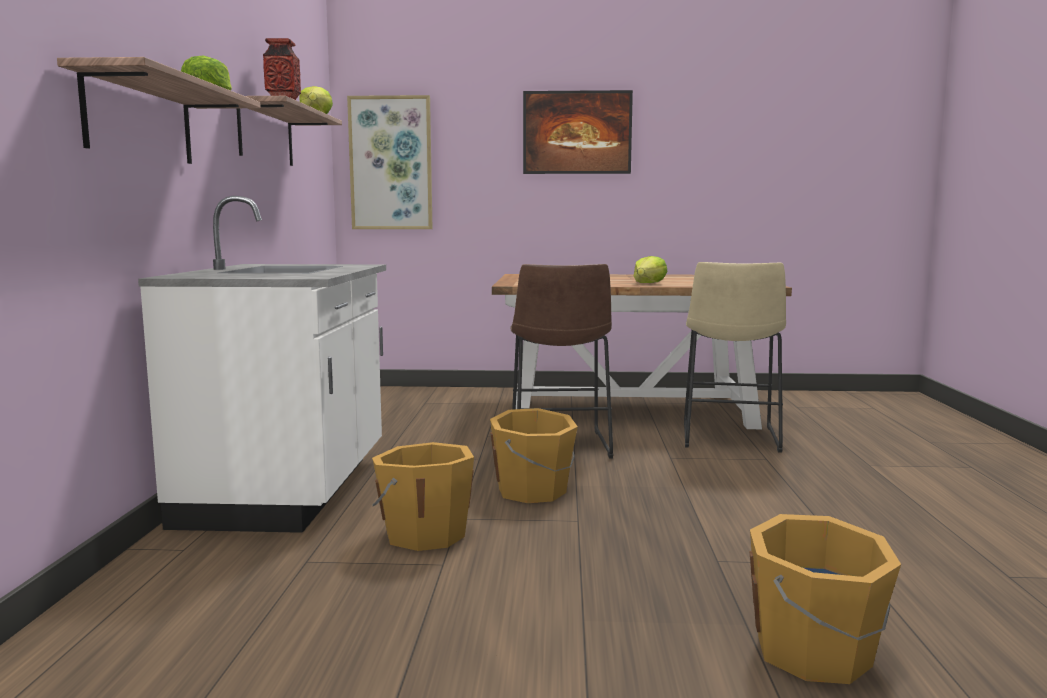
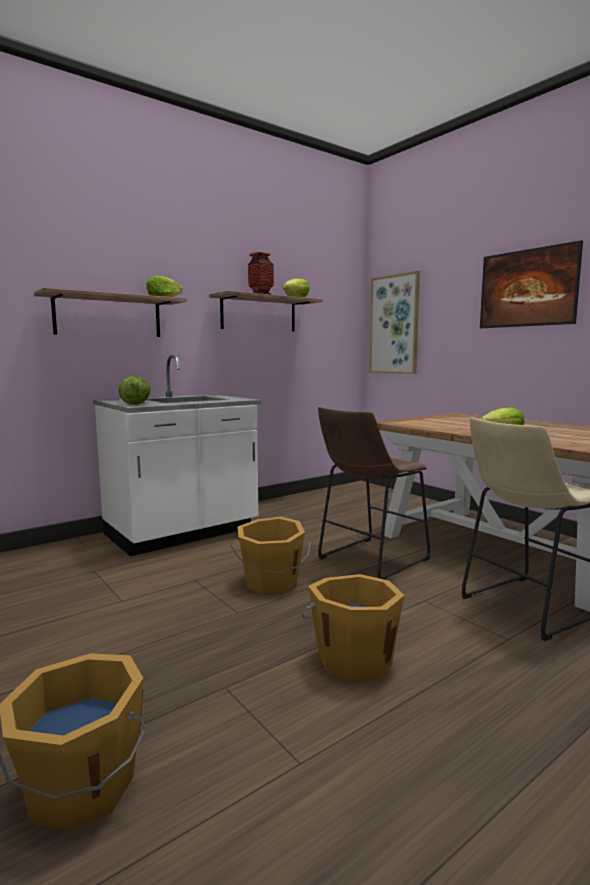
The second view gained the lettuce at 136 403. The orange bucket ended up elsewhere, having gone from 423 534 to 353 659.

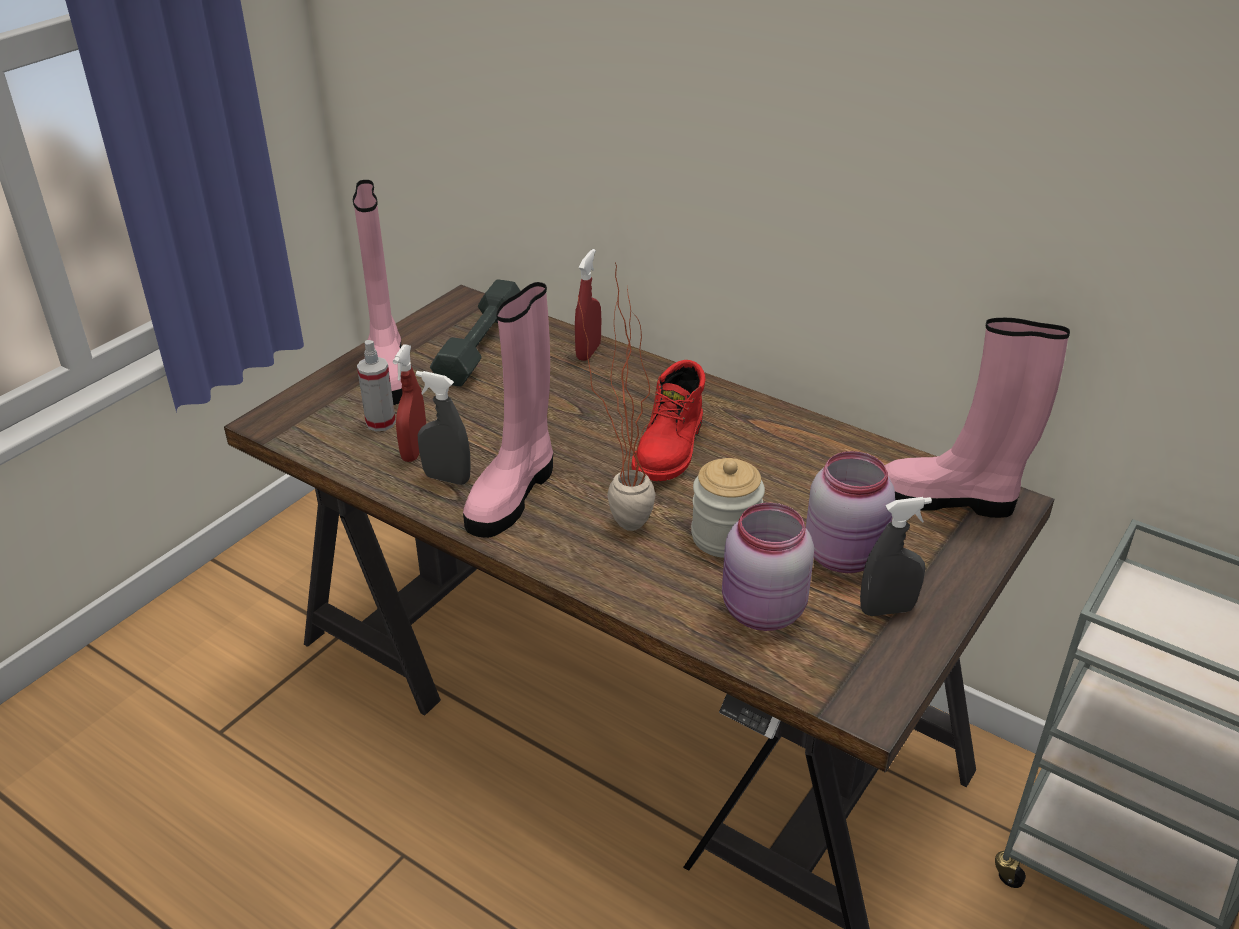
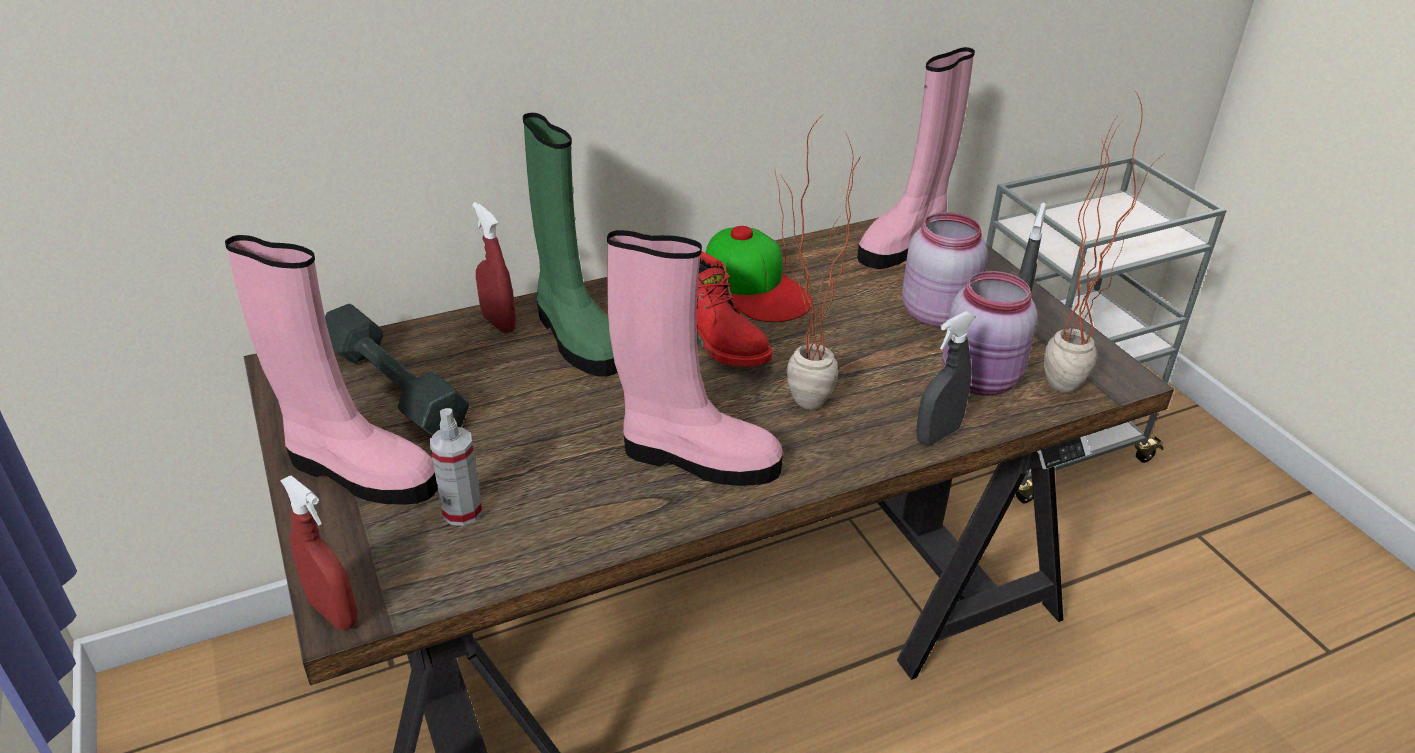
The second view lost the jar at 725 537. The second view gained the green tall boot at 576 337. The second view gained the baseball cap at 756 286. The second view gained the houseplant at 1067 379. The red hand sprayer ended up elsewhere, having gone from 414 451 to 333 612. The grey hand sprayer ended up elsewhere, having gone from 447 478 to 937 435. The pink tall boot at 513 494 ended up facing another way, 45 degrees counterclockwise from before.

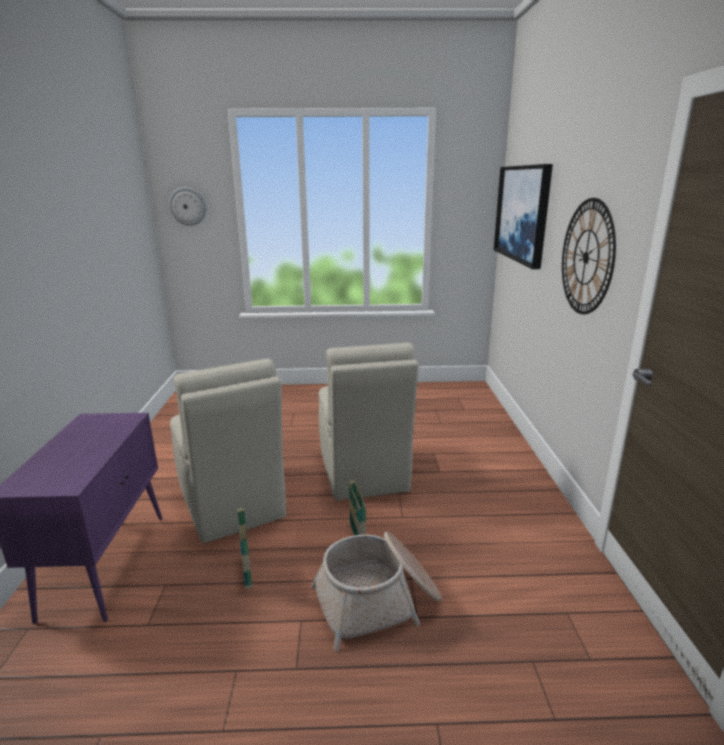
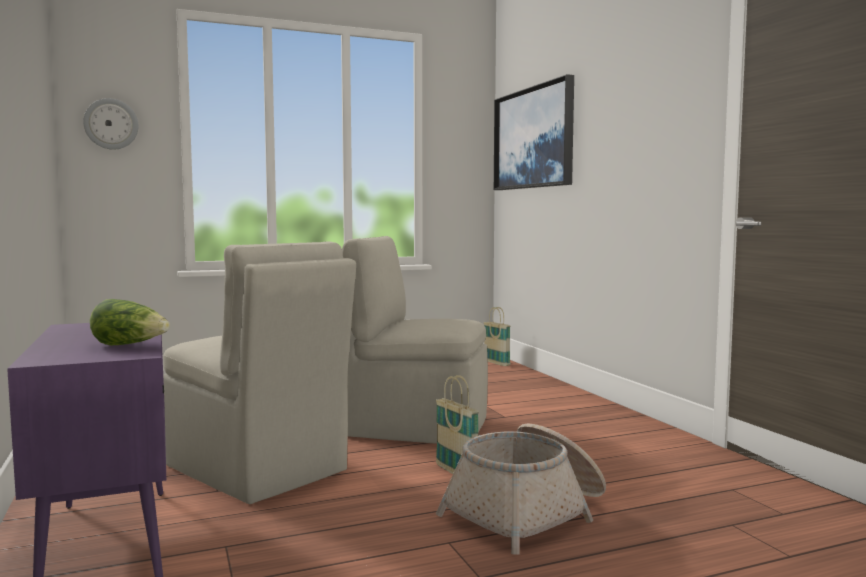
The second view lost the hanging clock at 586 257. The second view gained the lettuce at 131 345. The basket ended up elsewhere, having gone from 247 571 to 496 363. The sand-coloured chair at 363 472 ended up facing another way, 135 degrees clockwise from before.

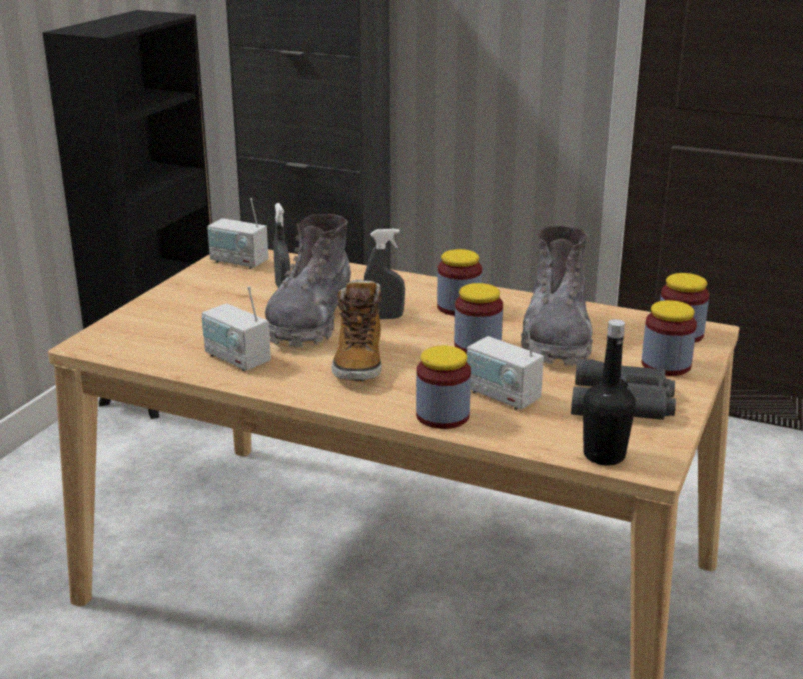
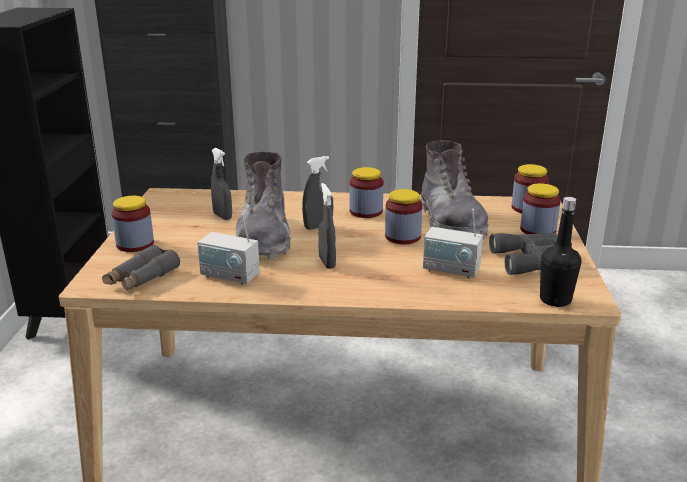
The second view lost the radio set at 239 262. The second view gained the grey pair of binoculars at 142 278. The jar ended up elsewhere, having gone from 442 416 to 135 244. Where the tall boot stood at 358 362, the grey hand sprayer came to stand at 327 263.

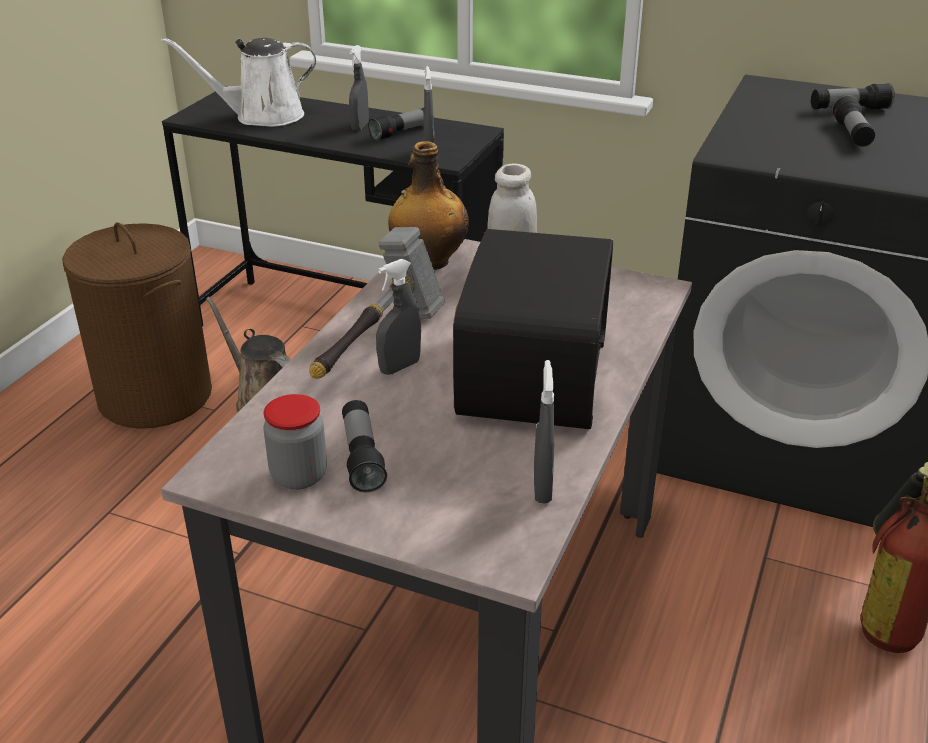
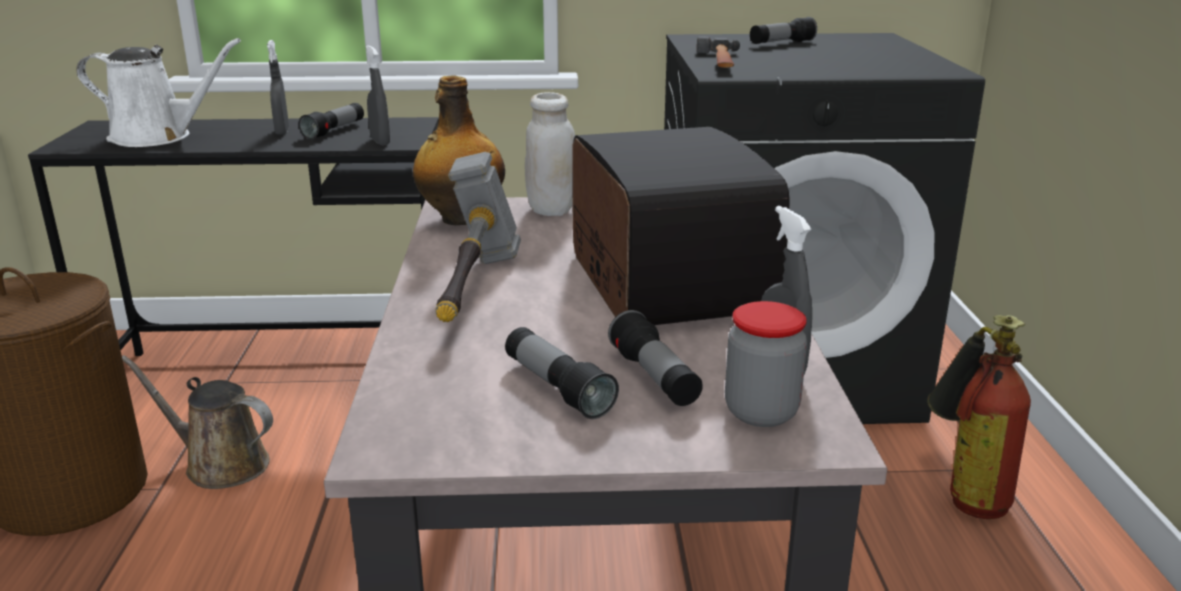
The second view lost the grey hand sprayer at 399 367. The second view gained the hammer at 719 62. The jar ended up elsewhere, having gone from 299 476 to 761 412. The torch ended up elsewhere, having gone from 851 134 to 654 378. The white watering can at 262 116 ended up facing another way, 135 degrees counterclockwise from before.

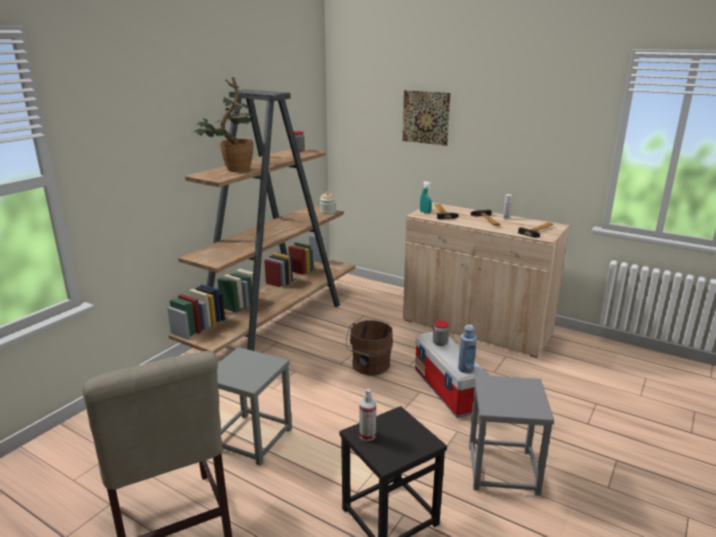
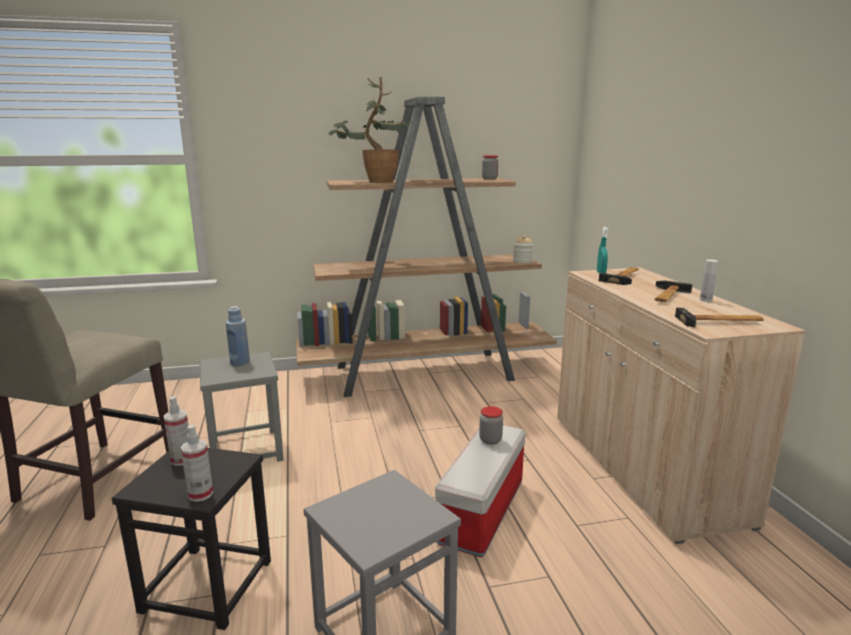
The second view lost the brown bucket at 369 365. The second view lost the wall picture at 425 117. The second view gained the hand sprayer at 200 494. The blue-coloured beverage bottle ended up elsewhere, having gone from 465 369 to 240 362.

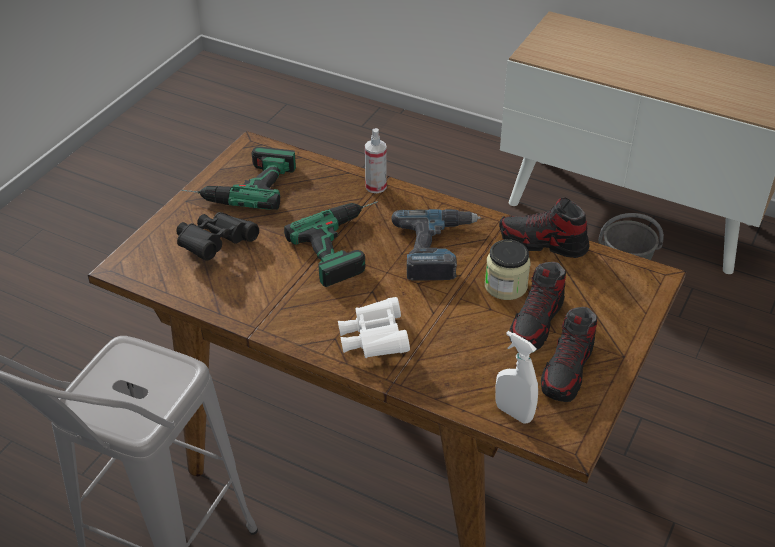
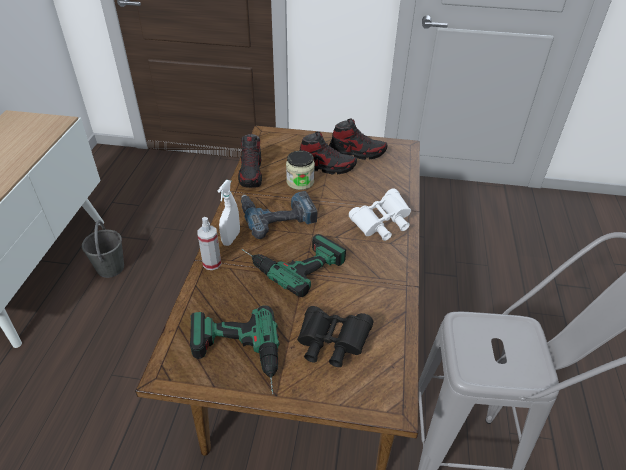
The white hand sprayer ended up elsewhere, having gone from 513 413 to 231 238.

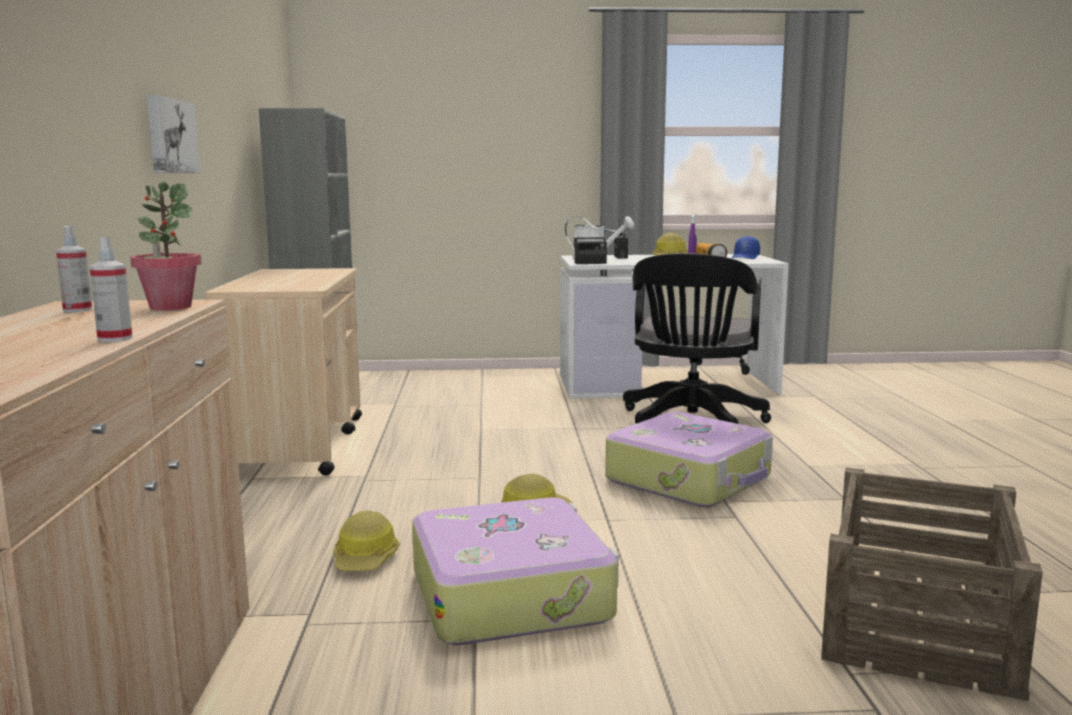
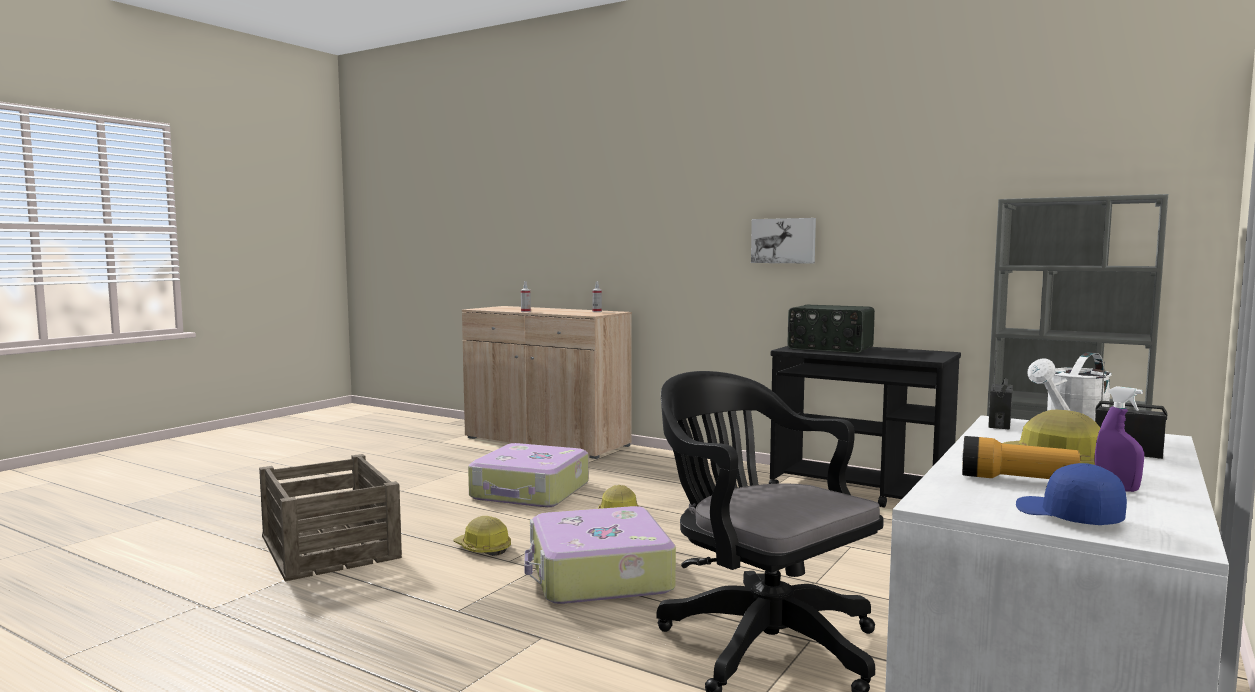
The second view lost the houseplant at 170 307. The second view gained the radio set at 830 348. The hard hat ended up elsewhere, having gone from 366 559 to 482 548. What was the sand-coloured wheeled cart at 299 444 turned into the blackish wheeled cart at 861 492.

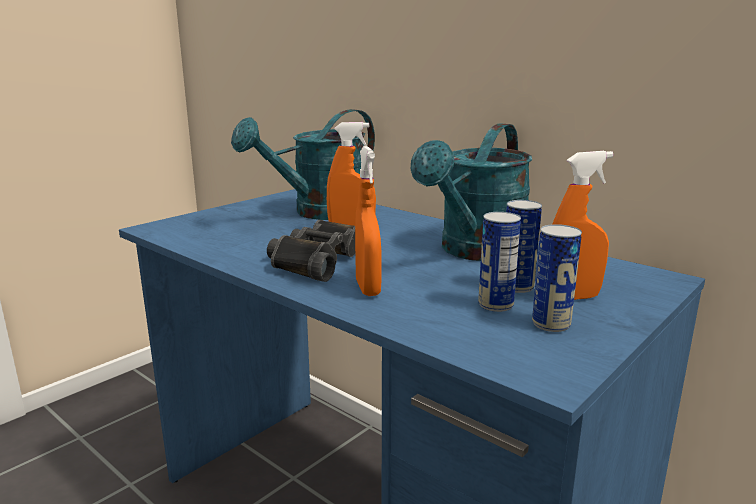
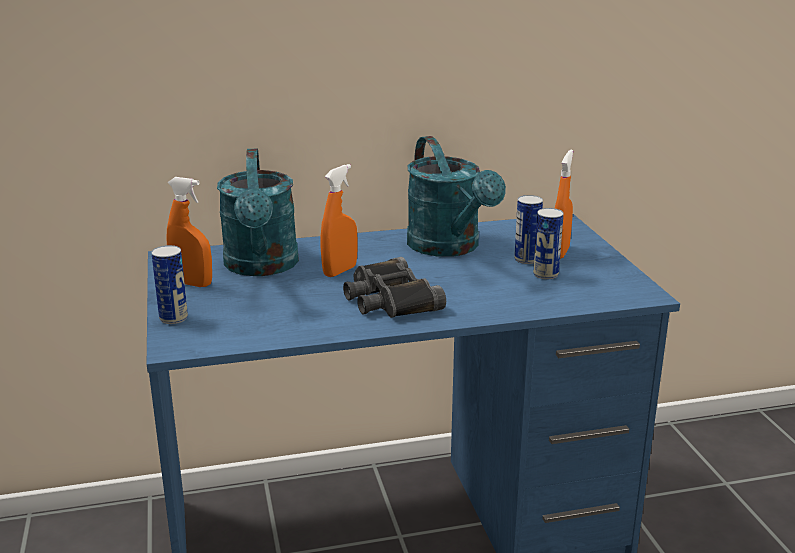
The orange hand sprayer ended up elsewhere, having gone from 368 288 to 192 283. The sealed can ended up elsewhere, having gone from 551 324 to 173 318.

